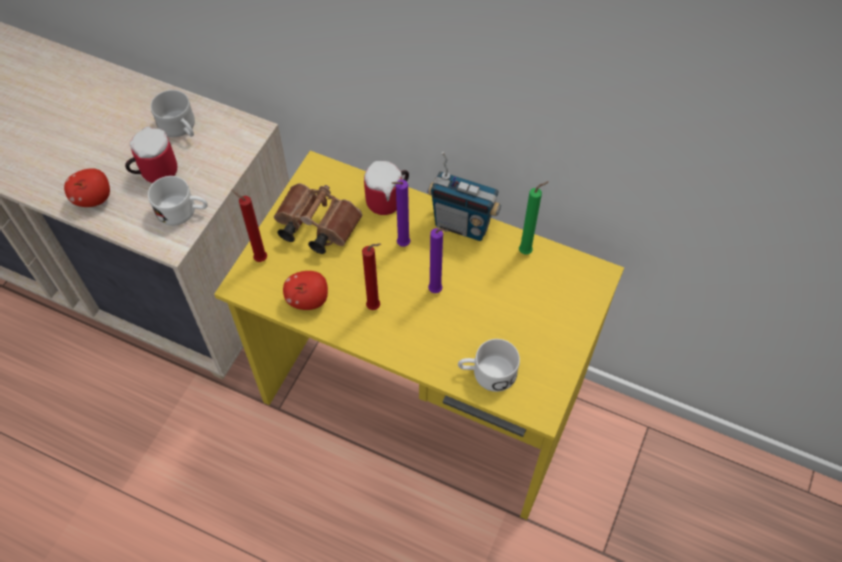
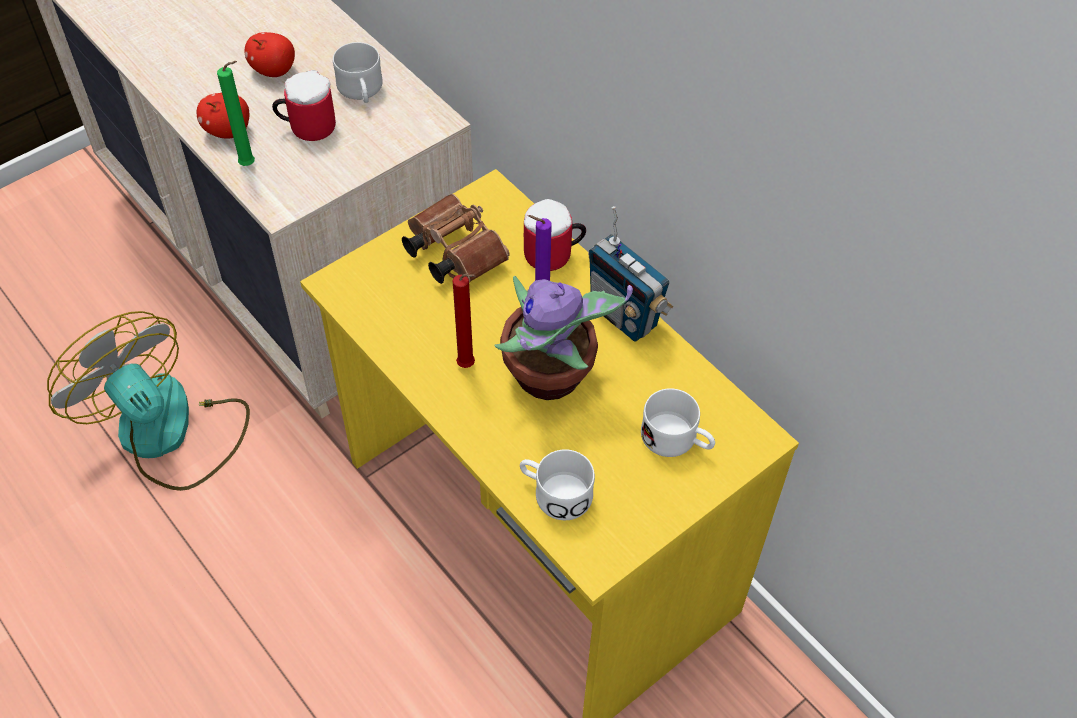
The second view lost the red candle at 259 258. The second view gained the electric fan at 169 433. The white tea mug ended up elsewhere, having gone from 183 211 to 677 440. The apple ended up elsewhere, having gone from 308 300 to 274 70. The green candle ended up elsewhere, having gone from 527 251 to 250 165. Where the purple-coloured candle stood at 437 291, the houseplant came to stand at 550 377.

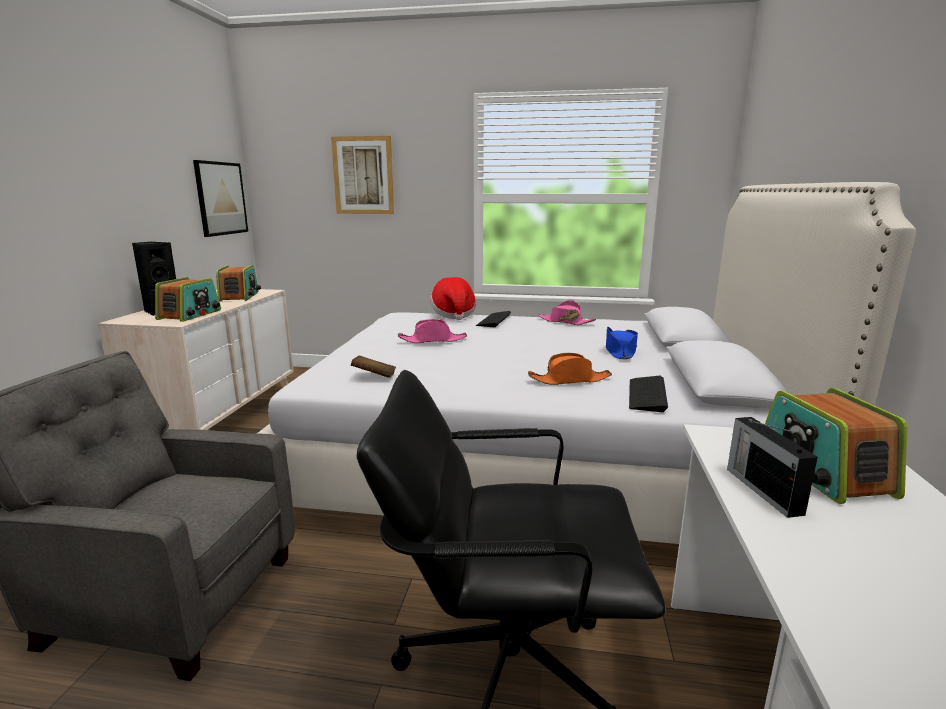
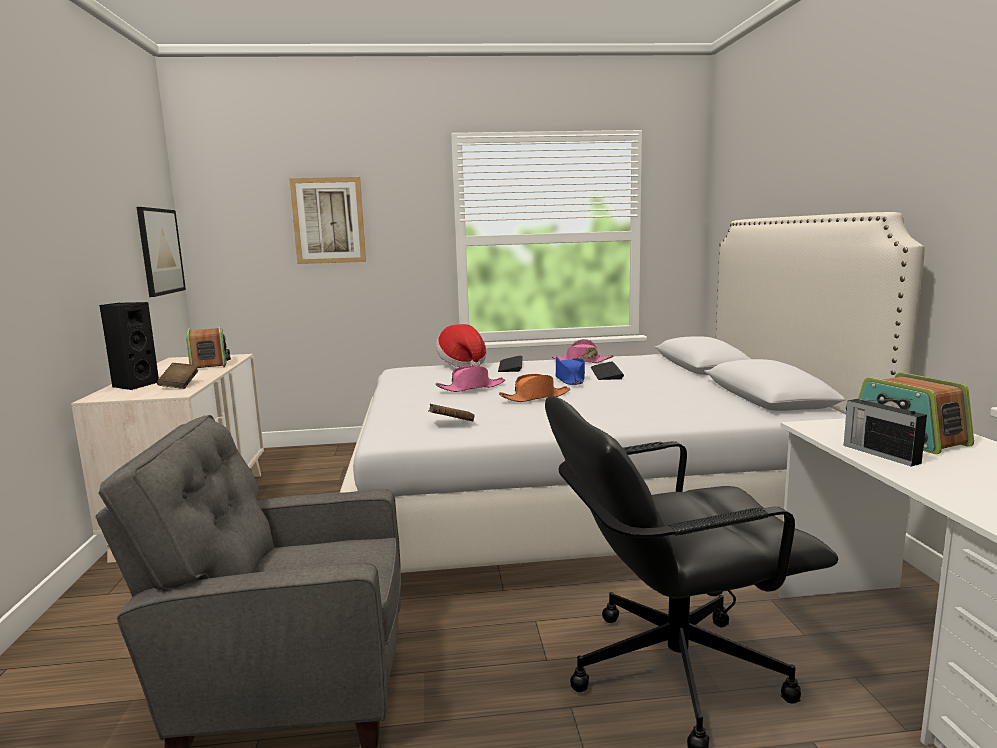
The orange wearable hat ended up elsewhere, having gone from 570 380 to 535 397. The blue-coloured wearable hat ended up elsewhere, having gone from 620 351 to 569 379. The computer keyboard ended up elsewhere, having gone from 647 395 to 606 372. Where the radio set stood at 190 315, the brown book came to stand at 179 385.

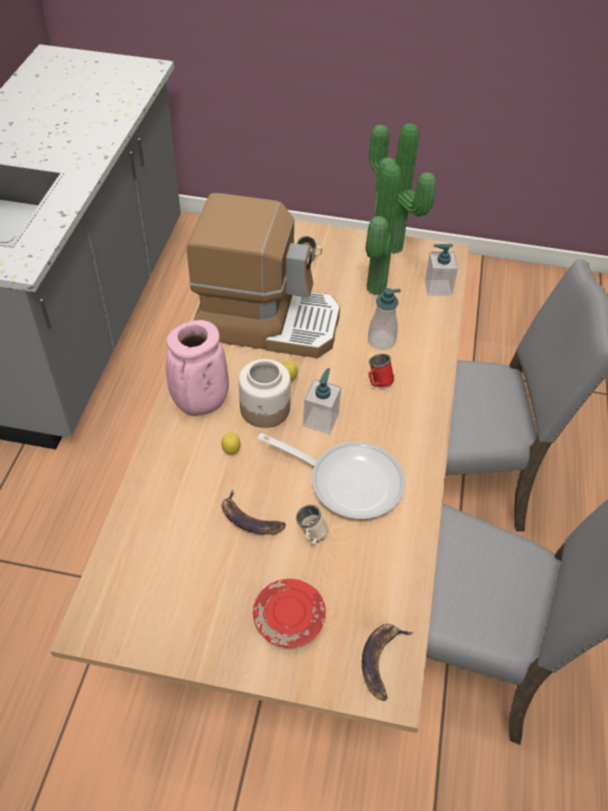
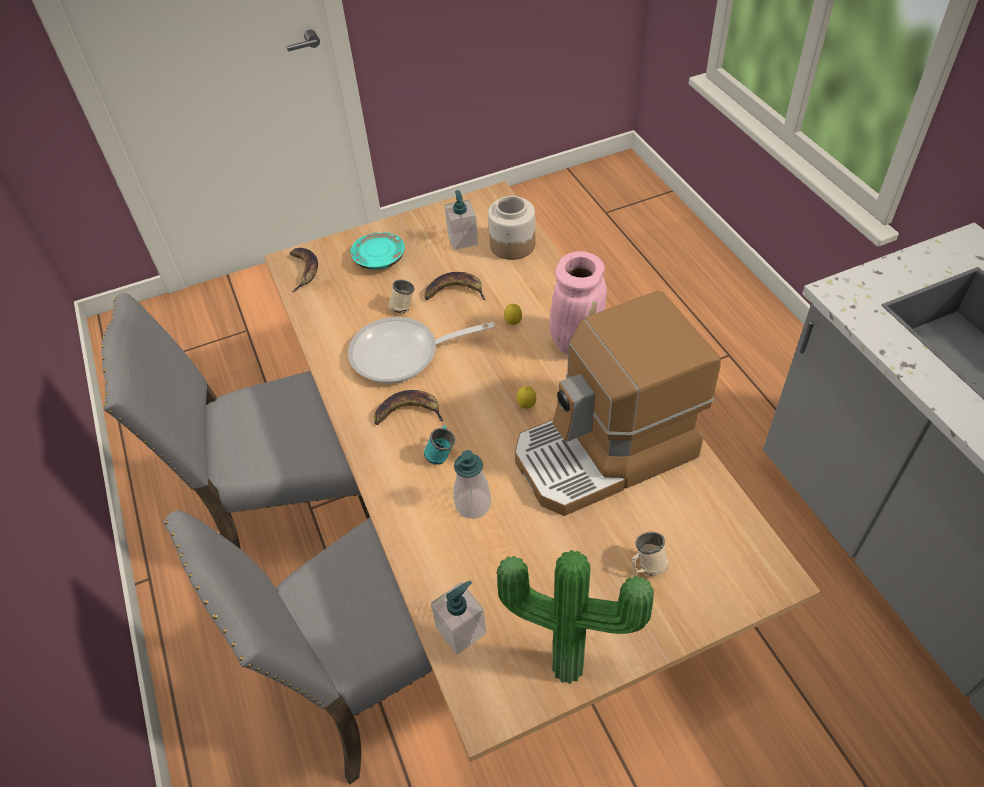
The second view lost the houseplant at 372 288. The second view gained the banana at 408 412. The jar ended up elsewhere, having gone from 265 409 to 512 245. The soap dispenser ended up elsewhere, having gone from 321 420 to 463 240. What was the red plate at 289 619 turned into the turquoise plate at 379 258. What was the red tea mug at 377 382 turned into the turquoise tea mug at 441 453.

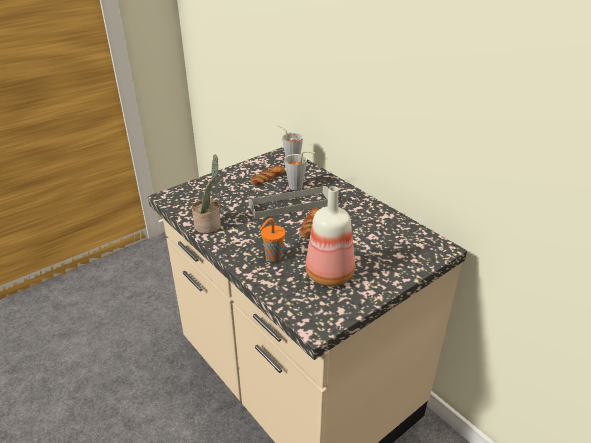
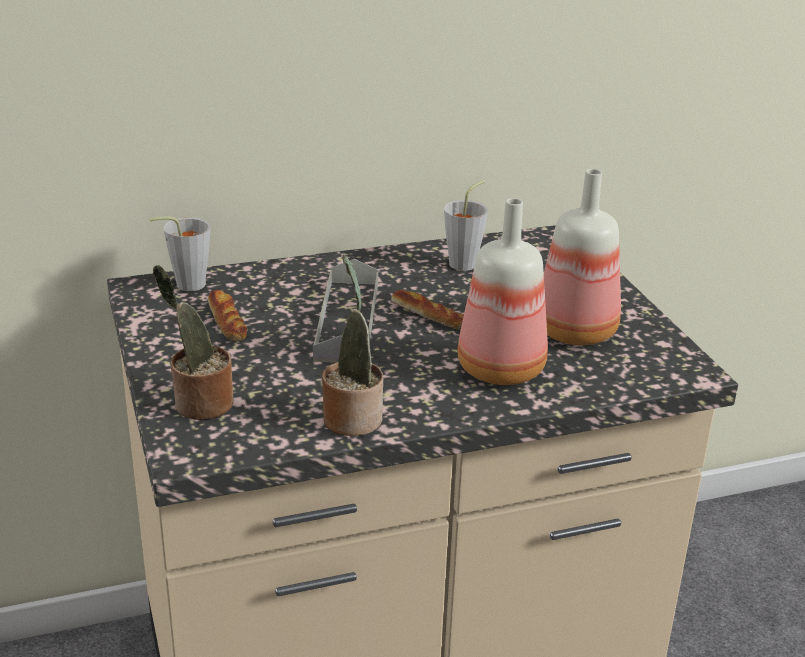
The second view gained the houseplant at 199 404. The grey drinking cup ended up elsewhere, having gone from 298 187 to 467 262. Where the orange drinking cup stood at 272 257, the beverage bottle came to stand at 503 370.

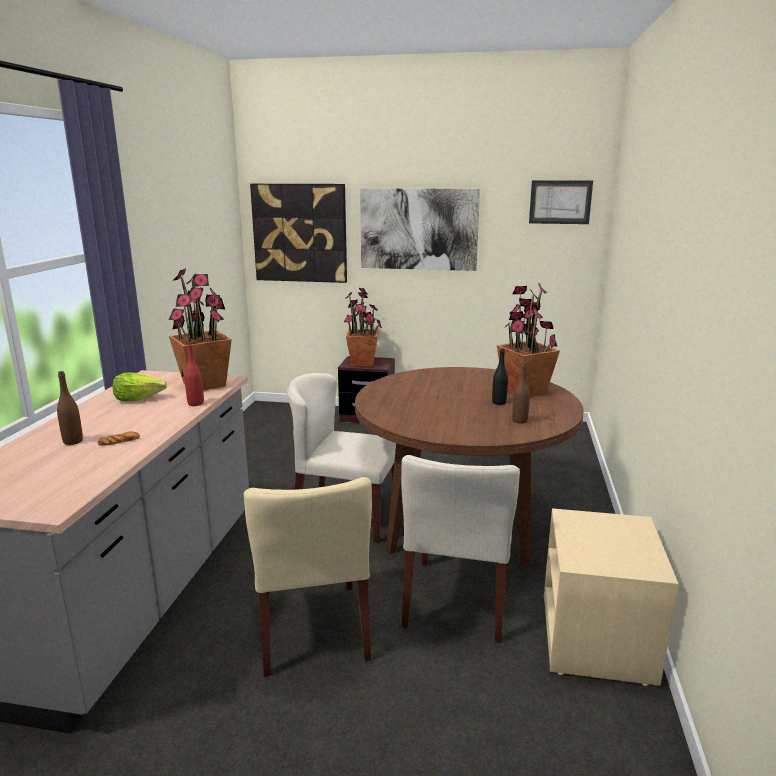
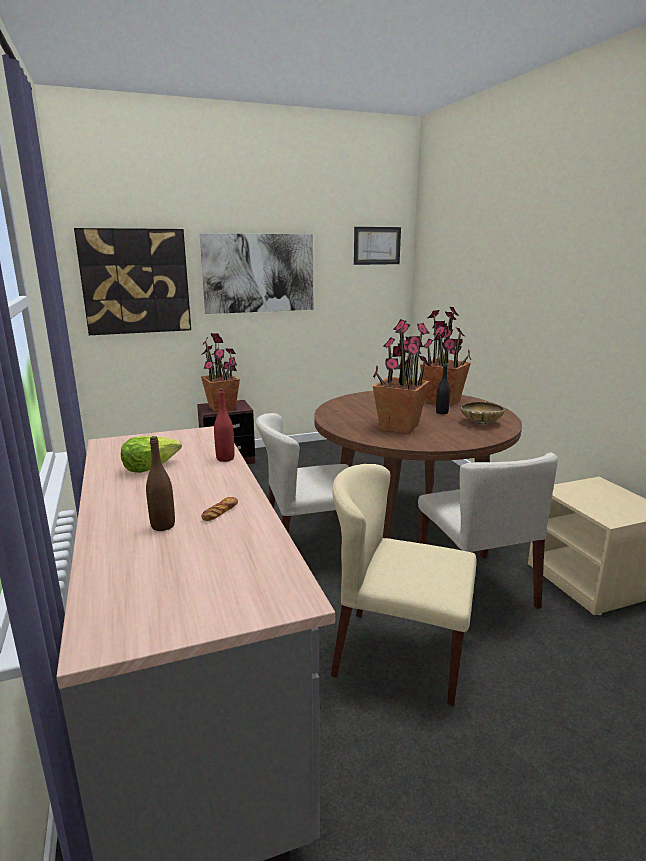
The houseplant ended up elsewhere, having gone from 205 384 to 399 426. Where the brown beverage bottle stood at 519 421, the sand-coloured deep dish came to stand at 480 422. The sand-coloured chair at 313 628 ended up facing another way, 150 degrees clockwise from before.

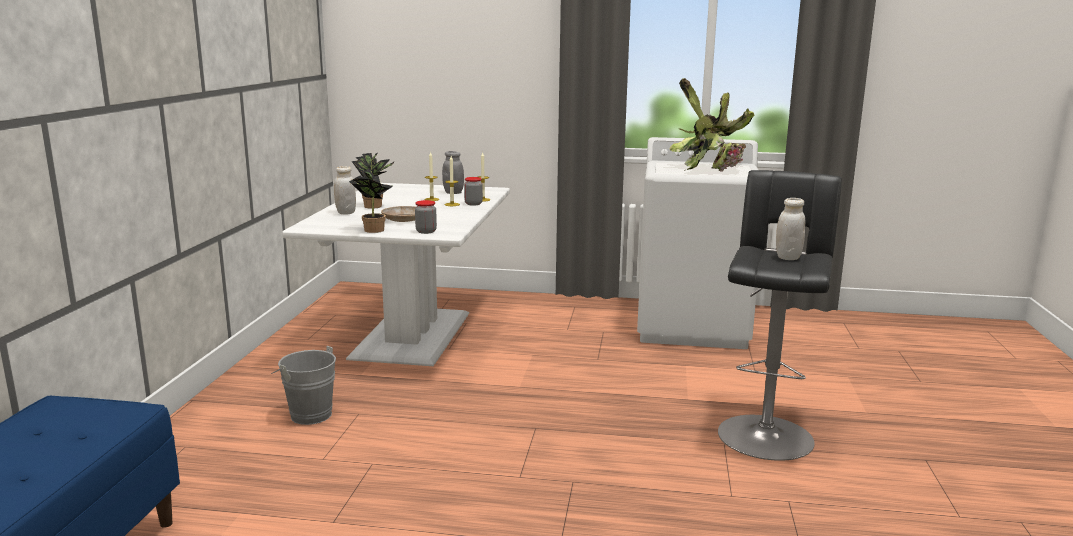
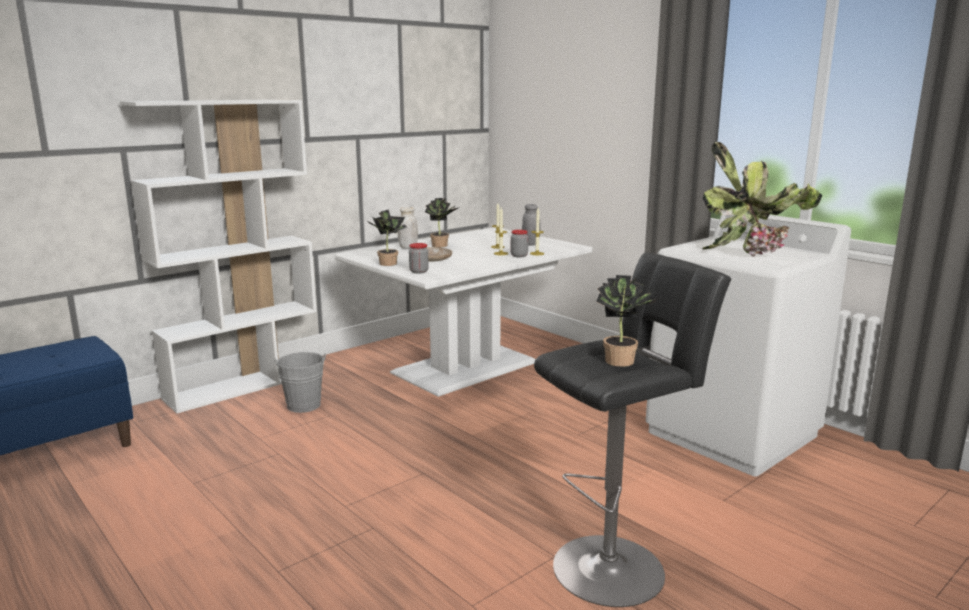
The second view gained the white shelving unit at 245 385. Where the white jar stood at 788 257, the houseplant came to stand at 624 362.

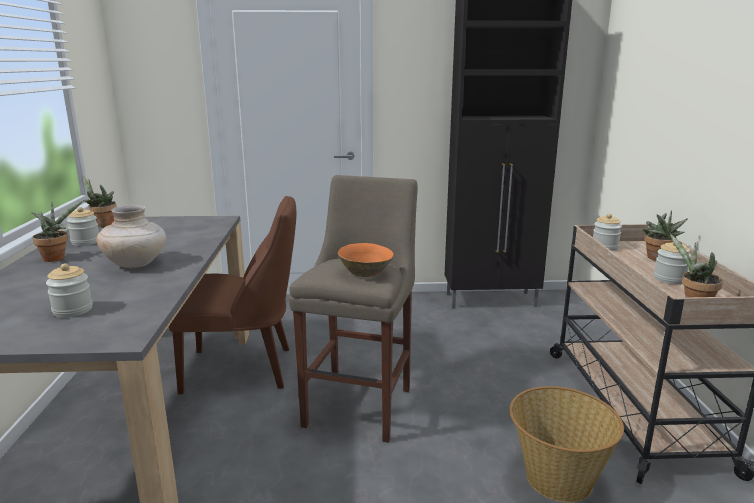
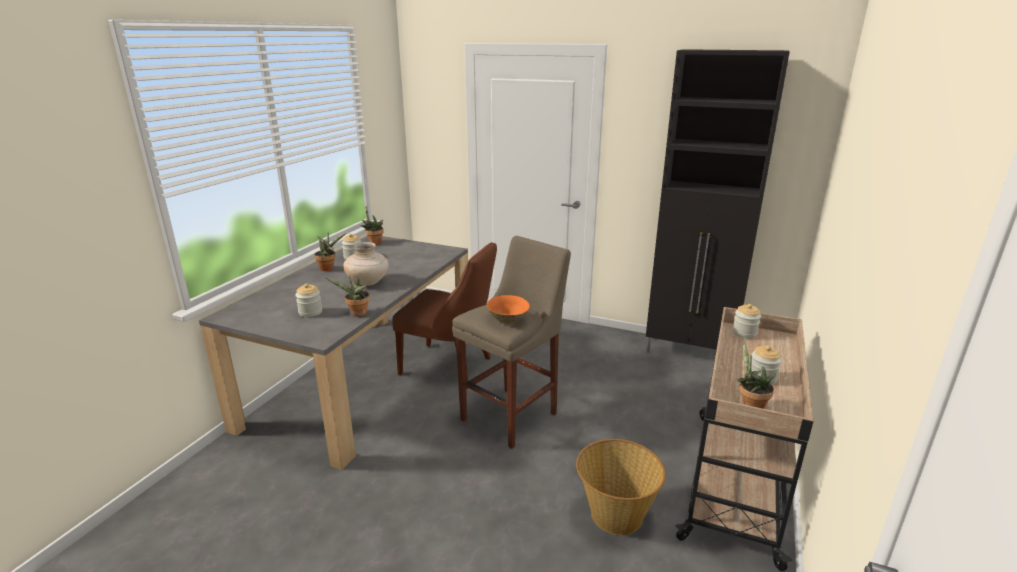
The houseplant ended up elsewhere, having gone from 657 259 to 357 314.

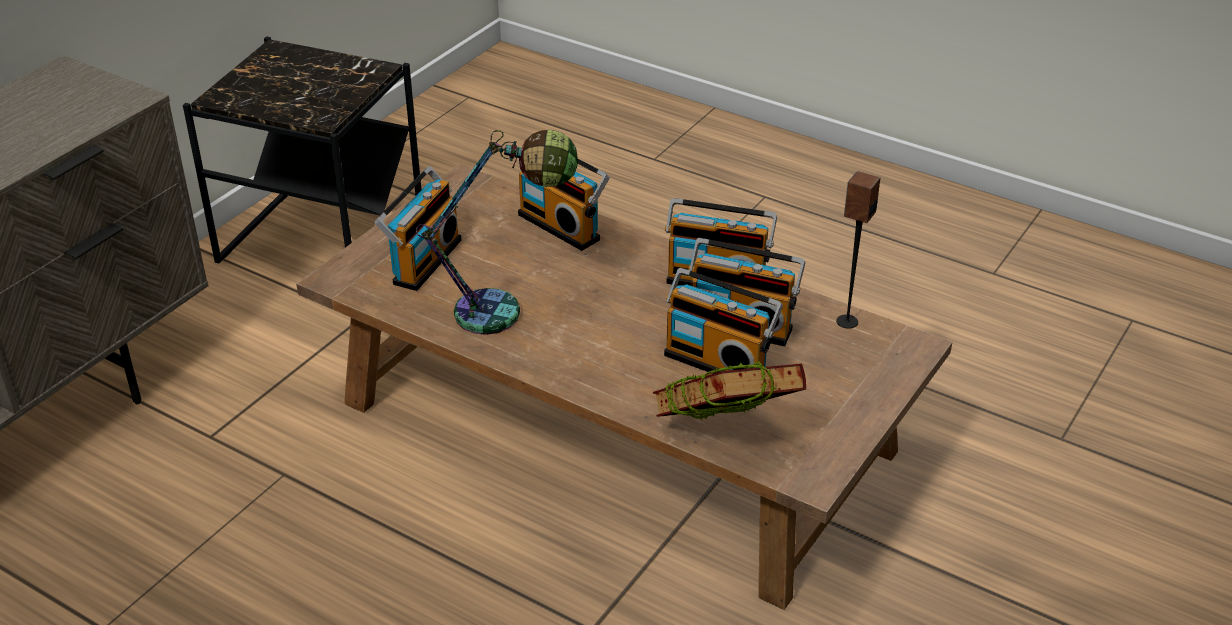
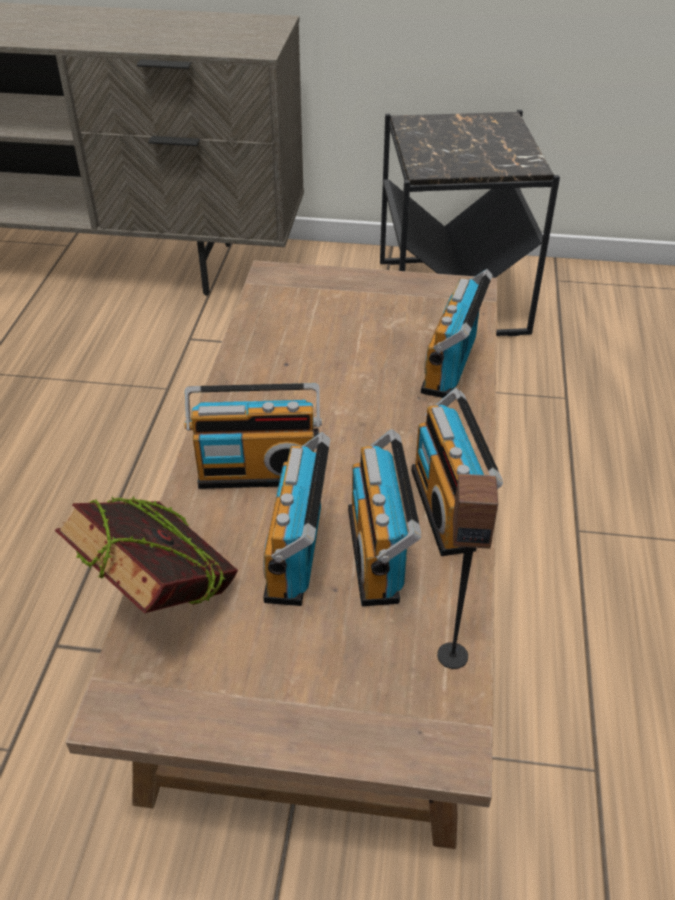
The second view lost the tabletop lamp at 507 312. The radio set ended up elsewhere, having gone from 423 261 to 258 471.

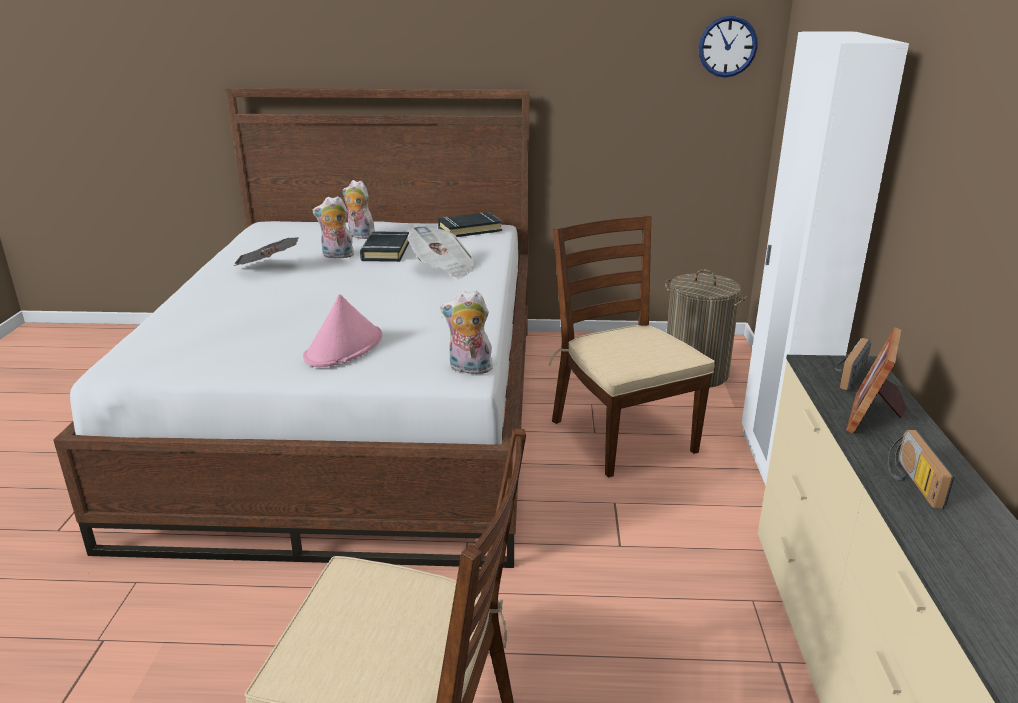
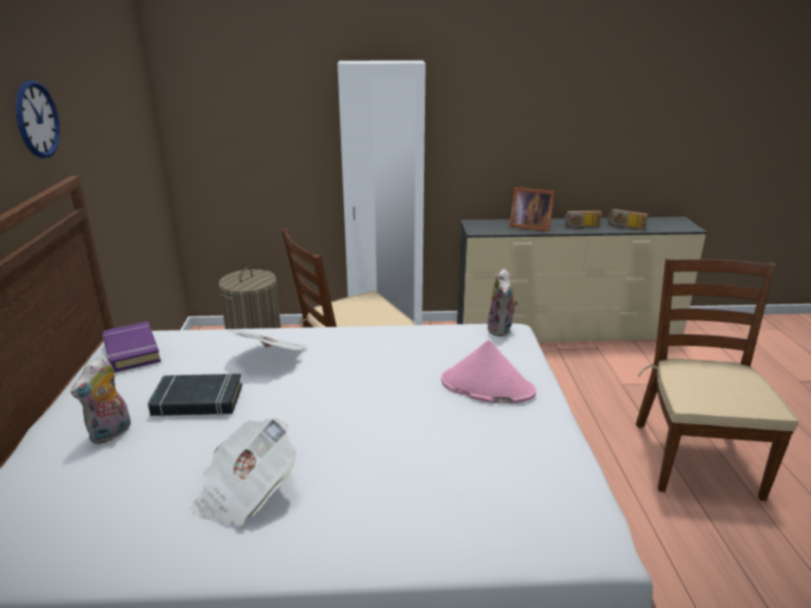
The second view lost the cuddly toy at 336 256. The hanging clock ended up elsewhere, having gone from 727 46 to 37 120. The radio set ended up elsewhere, having gone from 846 374 to 625 227. What was the blackish book at 469 229 turned into the purple-coloured book at 131 351.

